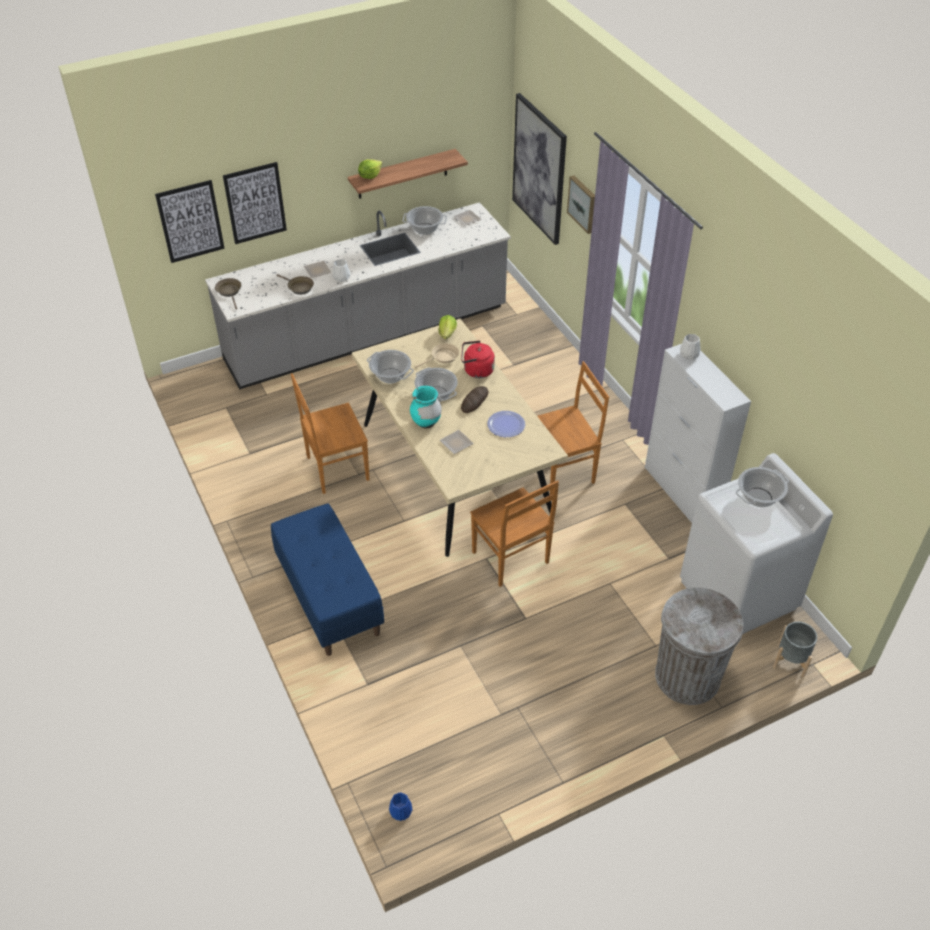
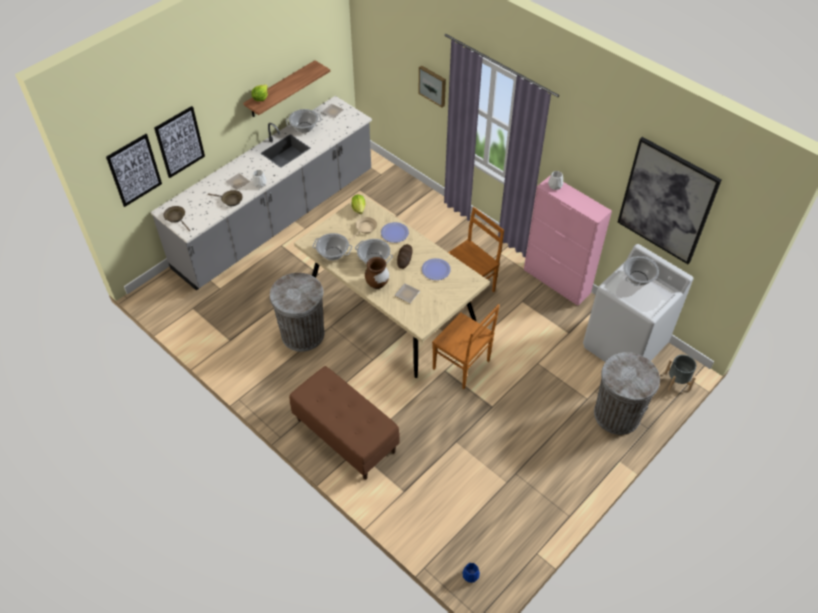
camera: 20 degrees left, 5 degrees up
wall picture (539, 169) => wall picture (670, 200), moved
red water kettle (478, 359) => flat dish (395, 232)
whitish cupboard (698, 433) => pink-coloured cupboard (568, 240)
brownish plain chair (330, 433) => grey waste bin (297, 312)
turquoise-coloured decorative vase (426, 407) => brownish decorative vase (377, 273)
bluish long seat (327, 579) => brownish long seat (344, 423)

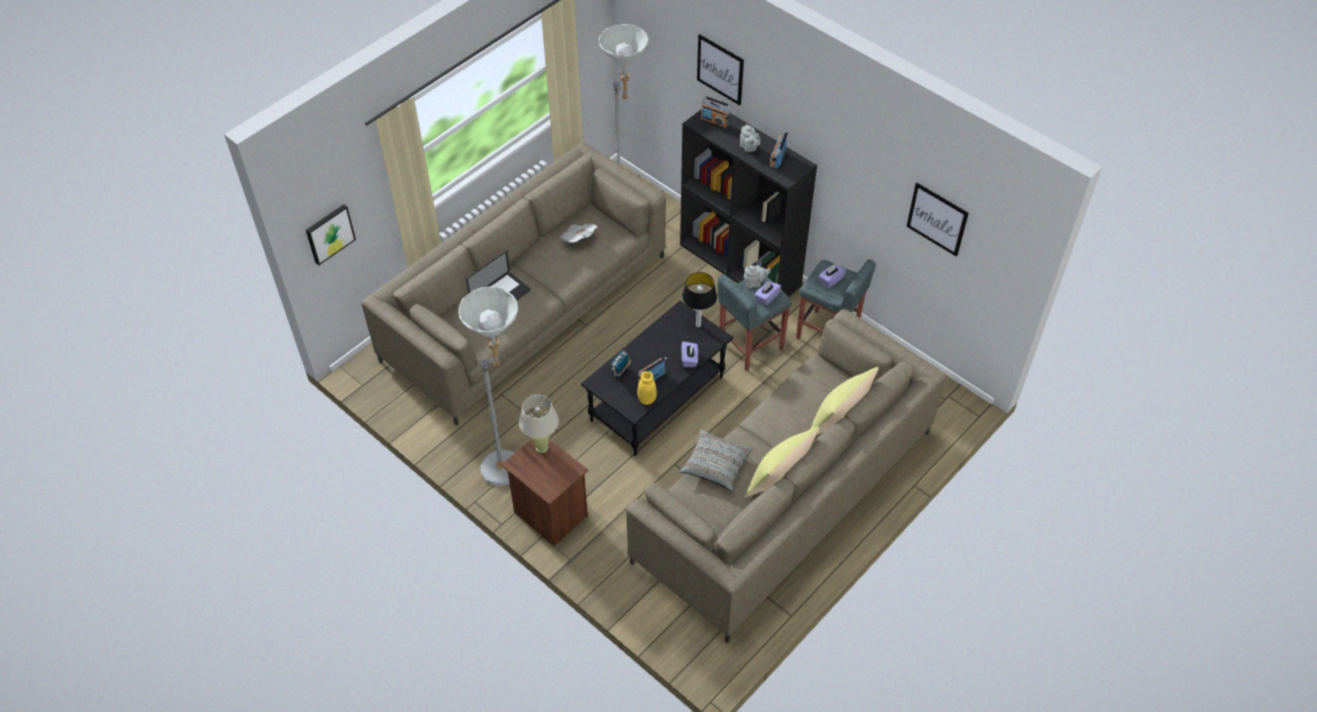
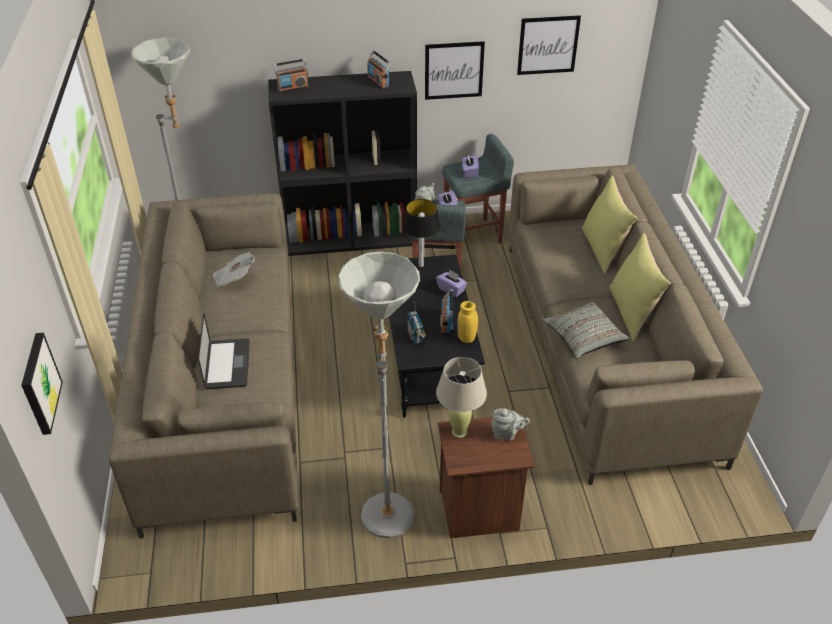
camera: 50 degrees left, 10 degrees down
wall picture (720, 69) => wall picture (455, 70), moved
grey teapot (750, 138) => grey teapot (510, 424), moved

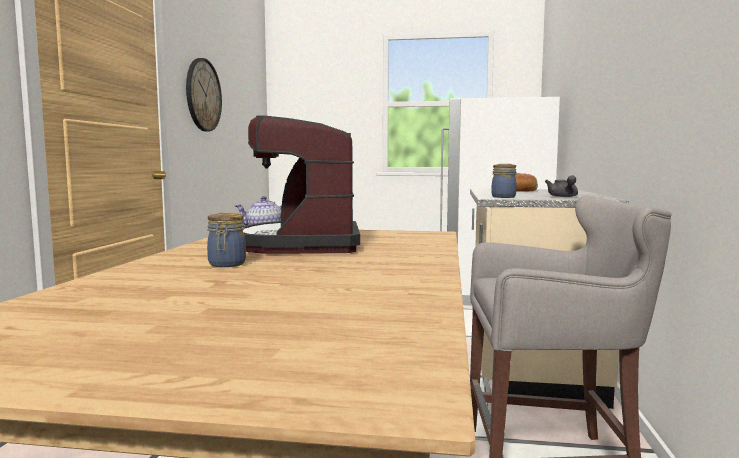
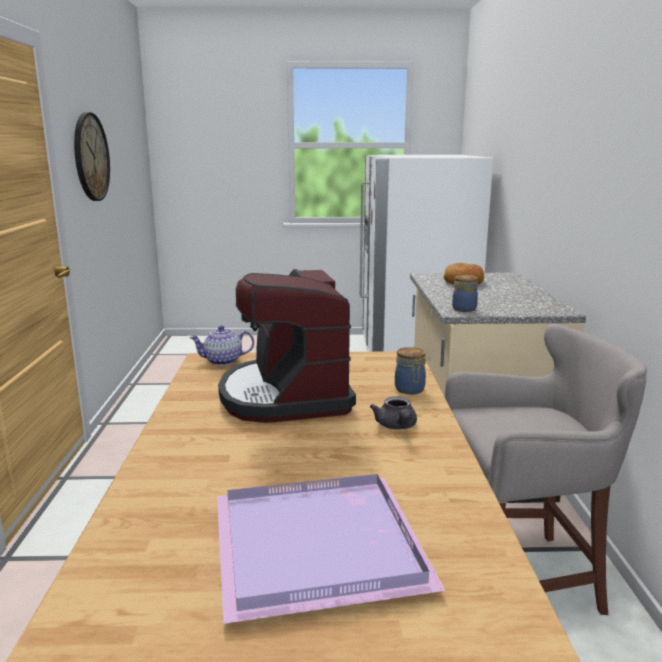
camera: 10 degrees left, 10 degrees up
grey teapot (561, 186) => grey teapot (393, 413), moved
jar (226, 240) => jar (410, 370), moved
nothing => purple serving tray (331, 549)

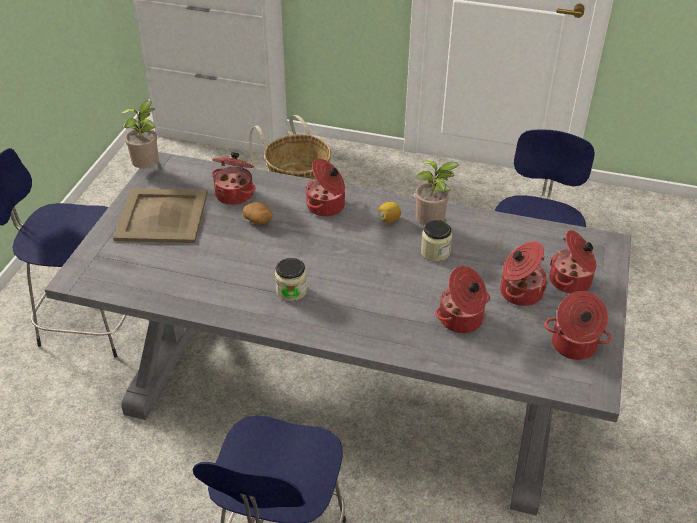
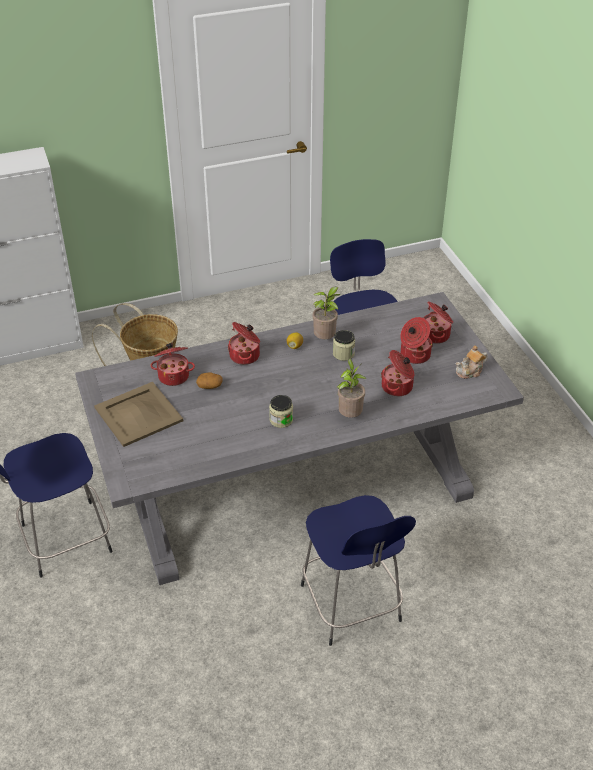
camera: 35 degrees left, 0 degrees up
plant in a pot (140, 135) => plant in a pot (351, 387), moved
stockpot (578, 325) => teapot (472, 362)

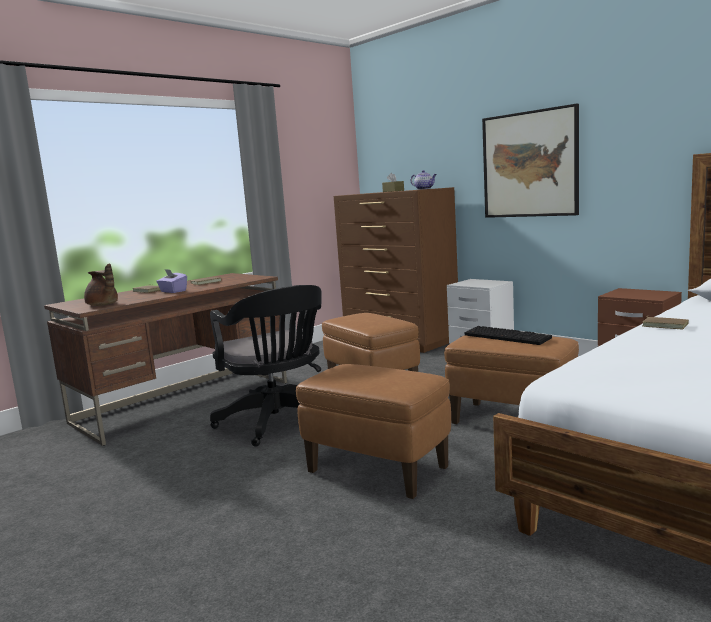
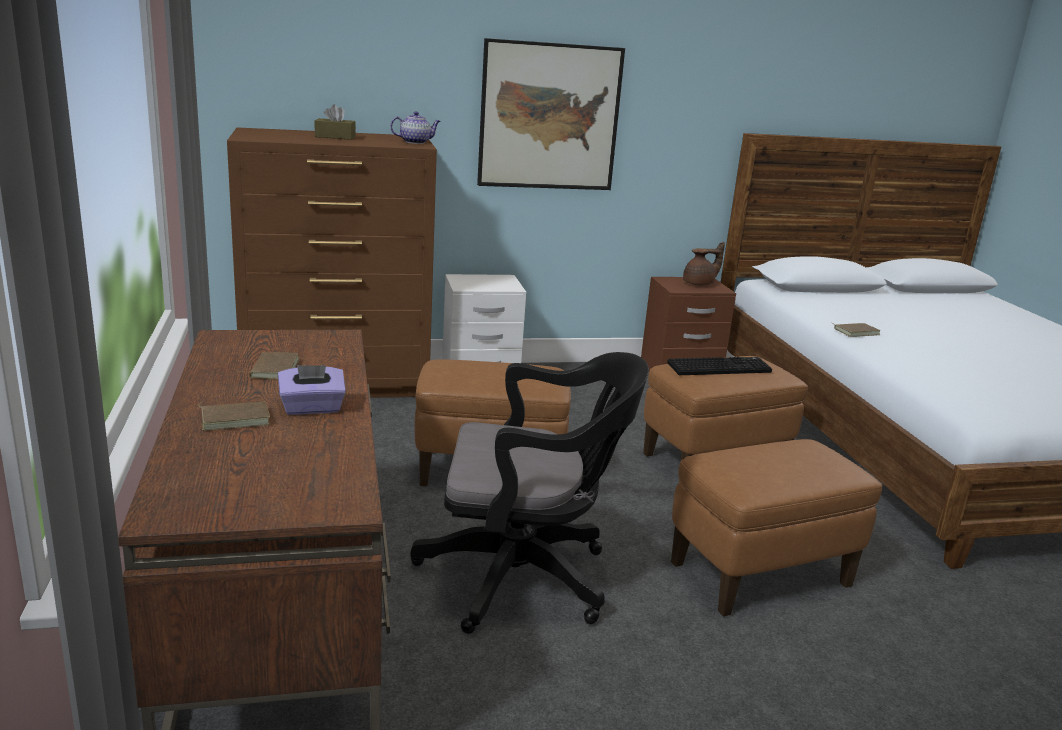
camera: 60 degrees left, 10 degrees up
brownish teapot (101, 284) => brownish teapot (704, 264), moved

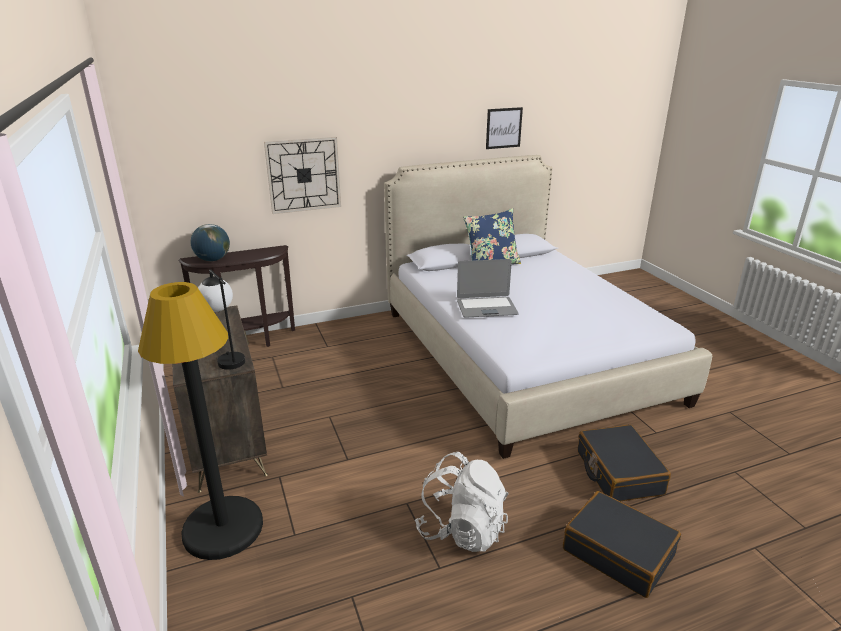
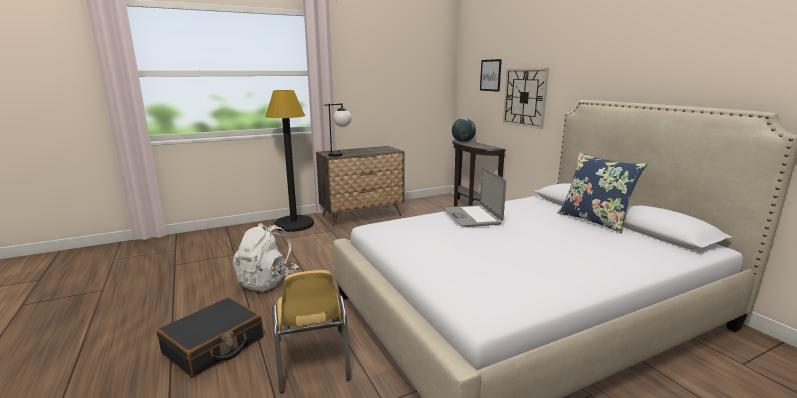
camera: 85 degrees right, 10 degrees down
wall picture (504, 128) => wall picture (491, 75), moved
blackish travel case (624, 463) => yellow-coloured plain chair (311, 331)

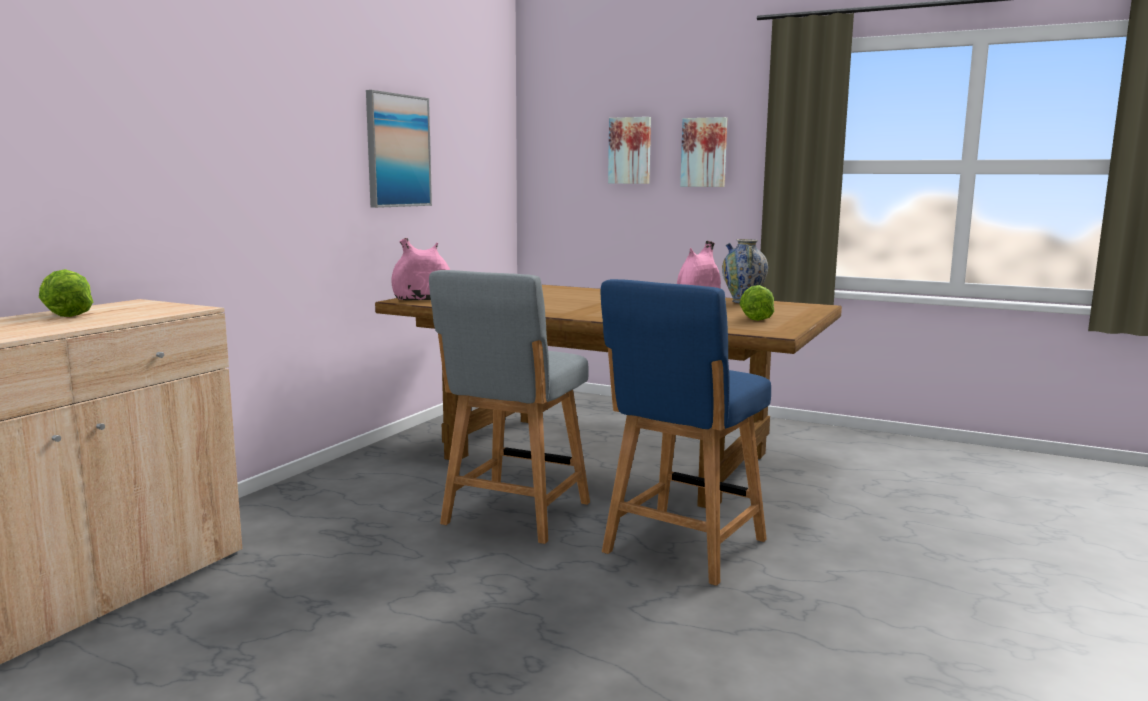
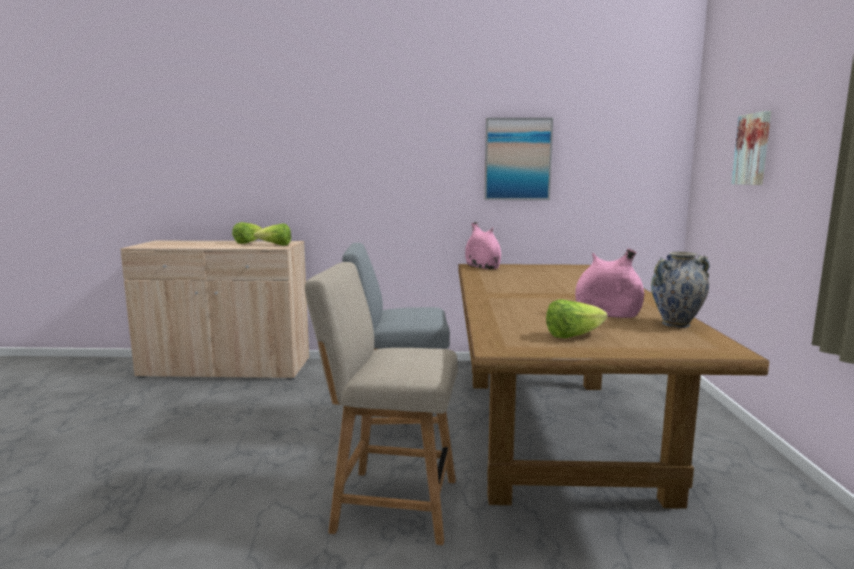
camera: 65 degrees right, 0 degrees up
wall picture (703, 152) => nothing
bluish plain chair (685, 432) => beige plain chair (381, 403)
nothing => head of lettuce (272, 234)

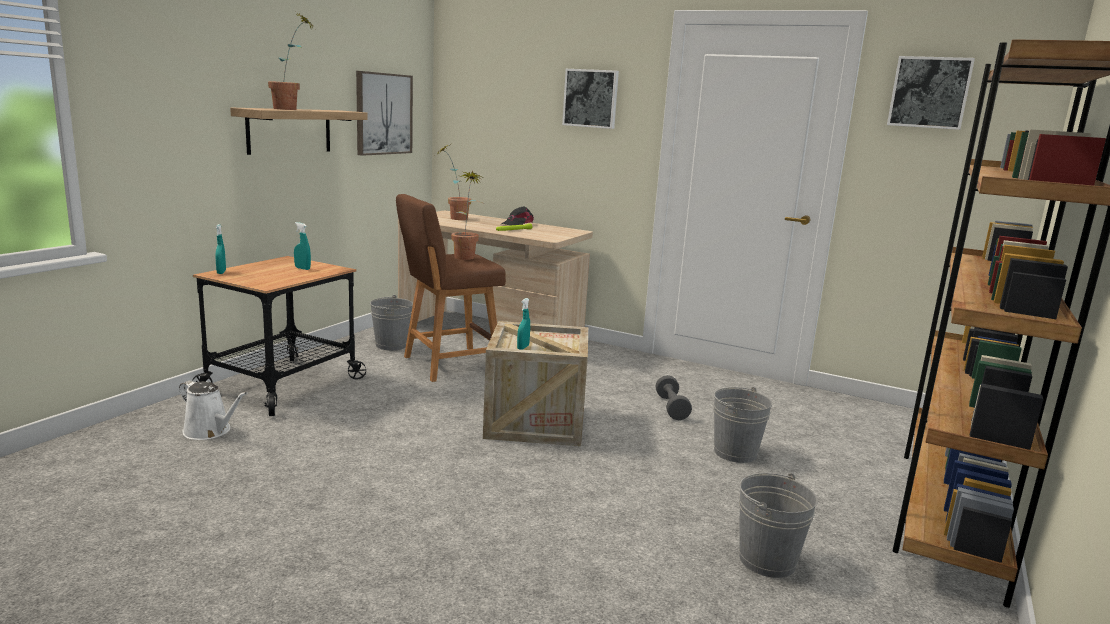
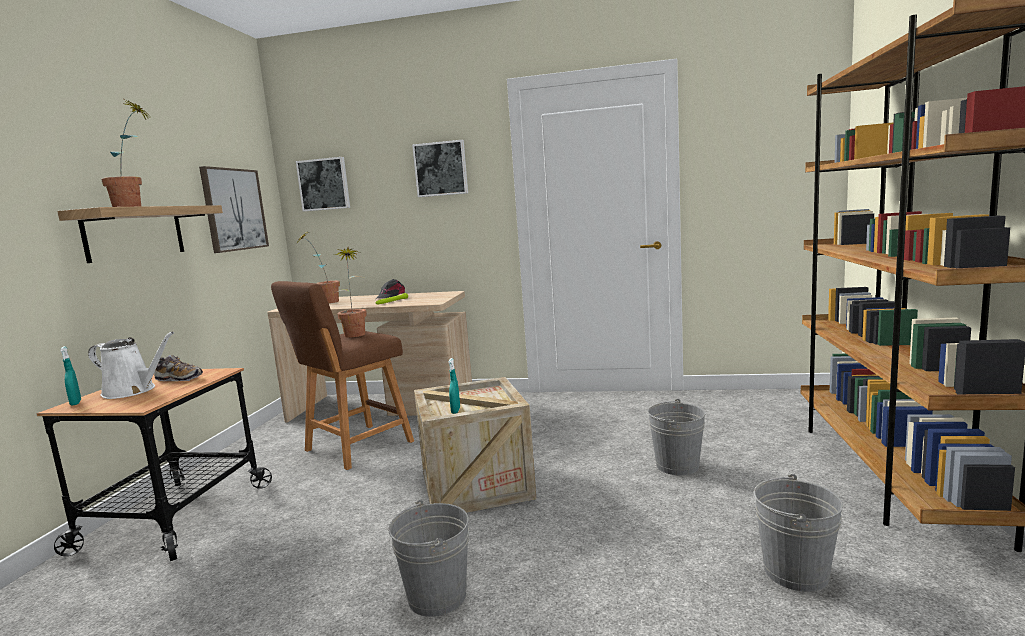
camera: 15 degrees left, 5 degrees down
wall picture (931, 93) => wall picture (323, 184), moved
turquoise-coloured sprayer (302, 246) => item of footwear (178, 368)
grey pail (391, 322) => grey pail (429, 558), moved
grey dumbbell (673, 397) => nothing
whitish sprinkling can (213, 410) => whitish sprinkling can (131, 365), moved

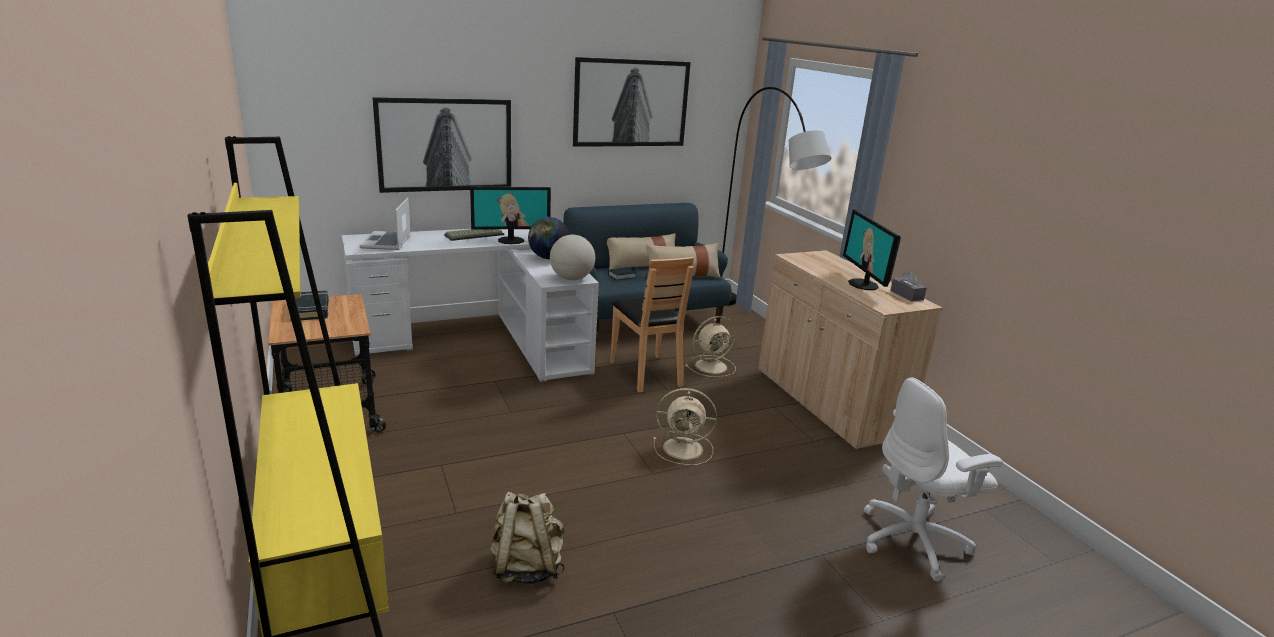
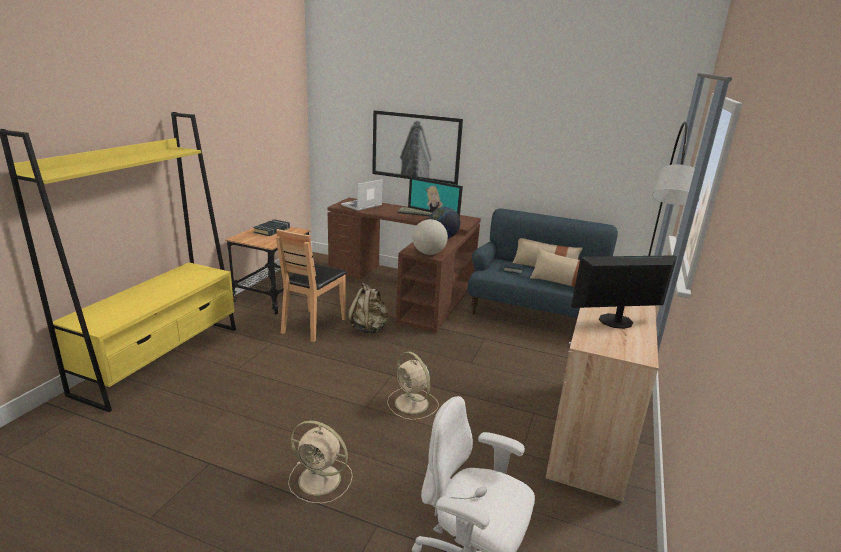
camera: 45 degrees right, 0 degrees up
wall picture (632, 102) => nothing
computer screen (872, 250) => computer screen (624, 292), 45 degrees clockwise
whitish desk (470, 306) => brownish desk (404, 266)
brownish plain chair (652, 325) => brownish plain chair (311, 285), moved
grey tissue holder (908, 286) => nothing
beige fan (710, 346) => beige fan (320, 462), moved
beige backpack (527, 538) => beige backpack (368, 308), moved

